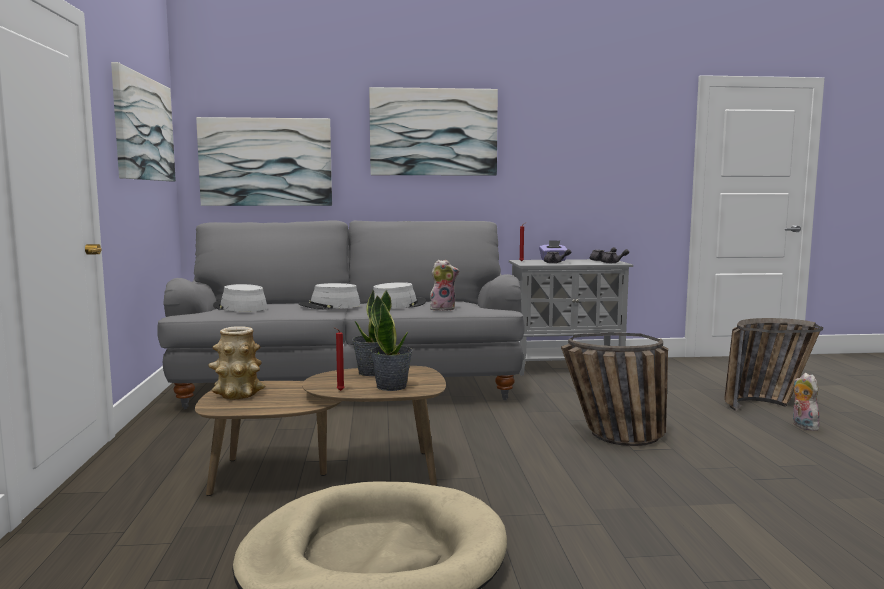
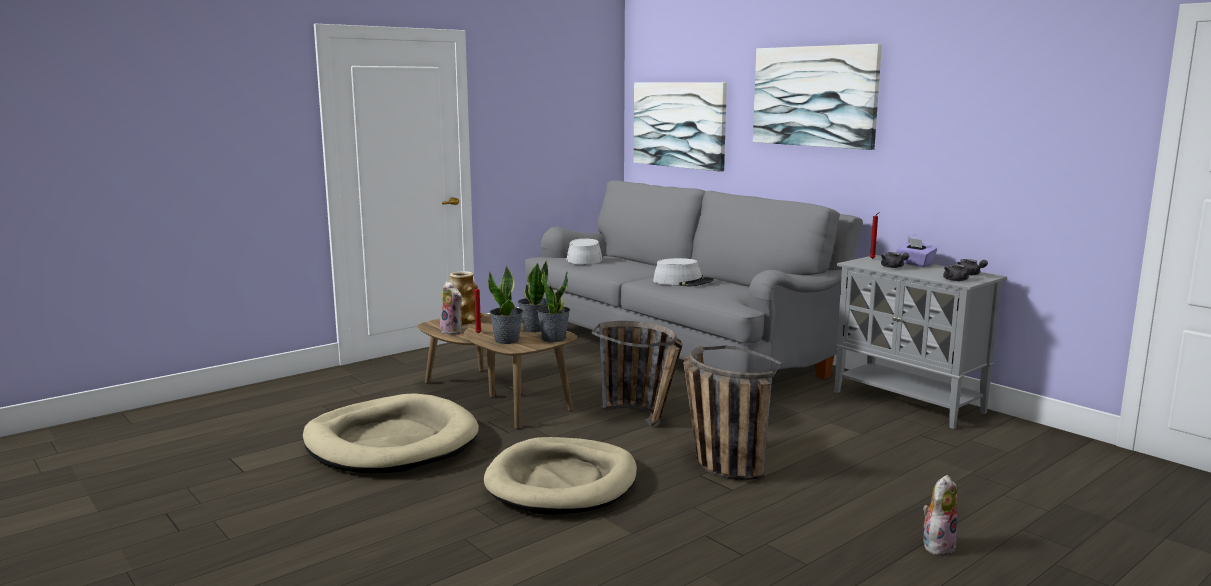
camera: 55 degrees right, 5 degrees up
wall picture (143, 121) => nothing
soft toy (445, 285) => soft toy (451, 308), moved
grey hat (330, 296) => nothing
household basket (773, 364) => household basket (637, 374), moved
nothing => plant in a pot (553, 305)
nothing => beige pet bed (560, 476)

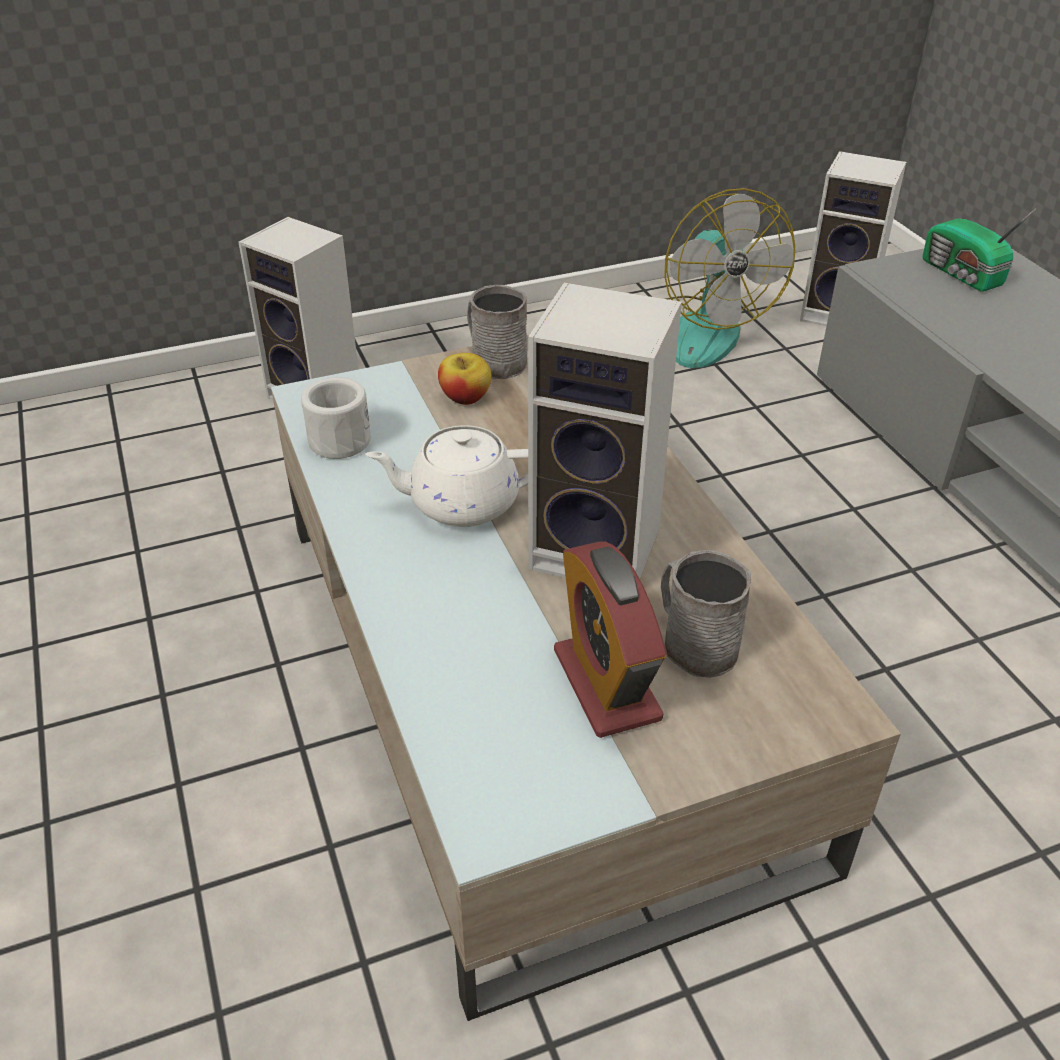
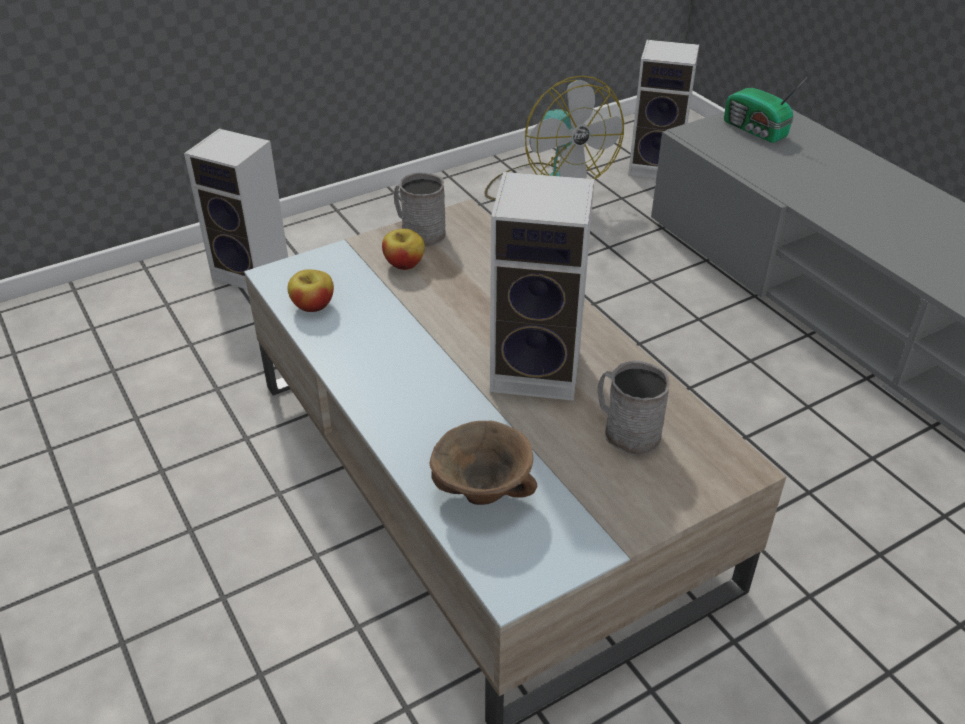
camera: 10 degrees left, 0 degrees up
whitish coffee mug (336, 418) => whole apple (311, 290)
whitish teapot (446, 476) => nothing
table clock (610, 639) => nothing
nothing => brownish deep dish (483, 463)

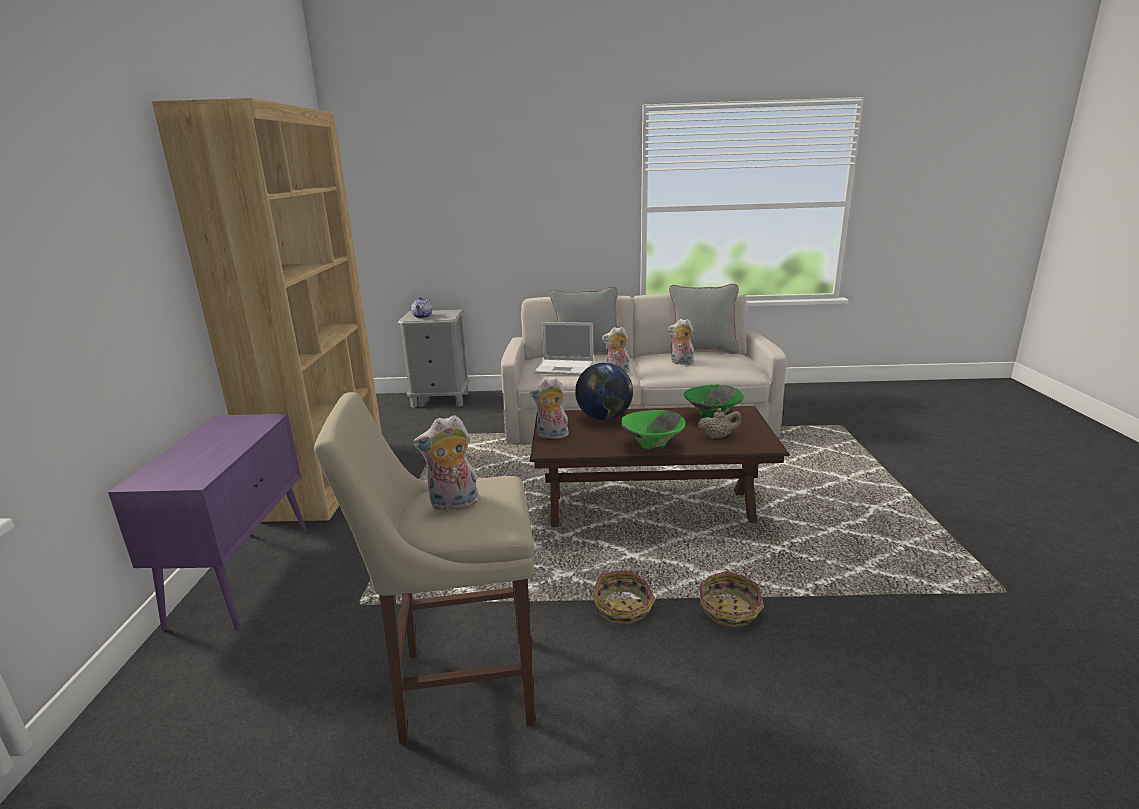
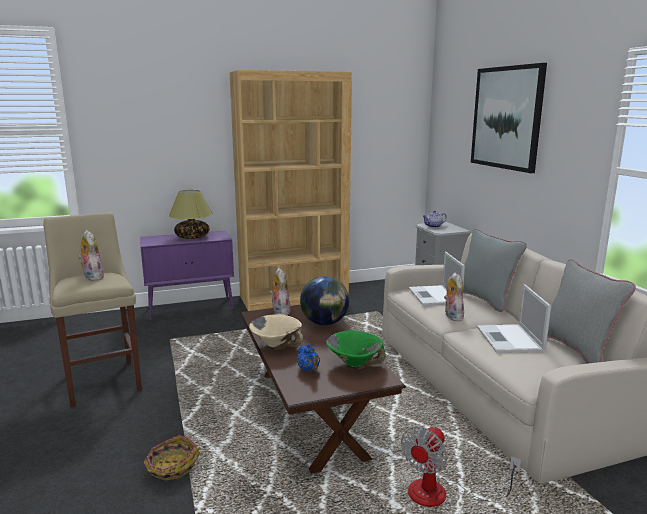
camera: 70 degrees right, 5 degrees down
soft toy (681, 342) => laptop (514, 318)
beige teapot (720, 423) => bluish teapot (308, 357)
green-coloured deep dish (653, 430) => beige deep dish (276, 332)
household basket (628, 597) => nothing
nothing => wall picture (509, 118)
nothing => table lamp (191, 214)
nothing => fan (461, 466)

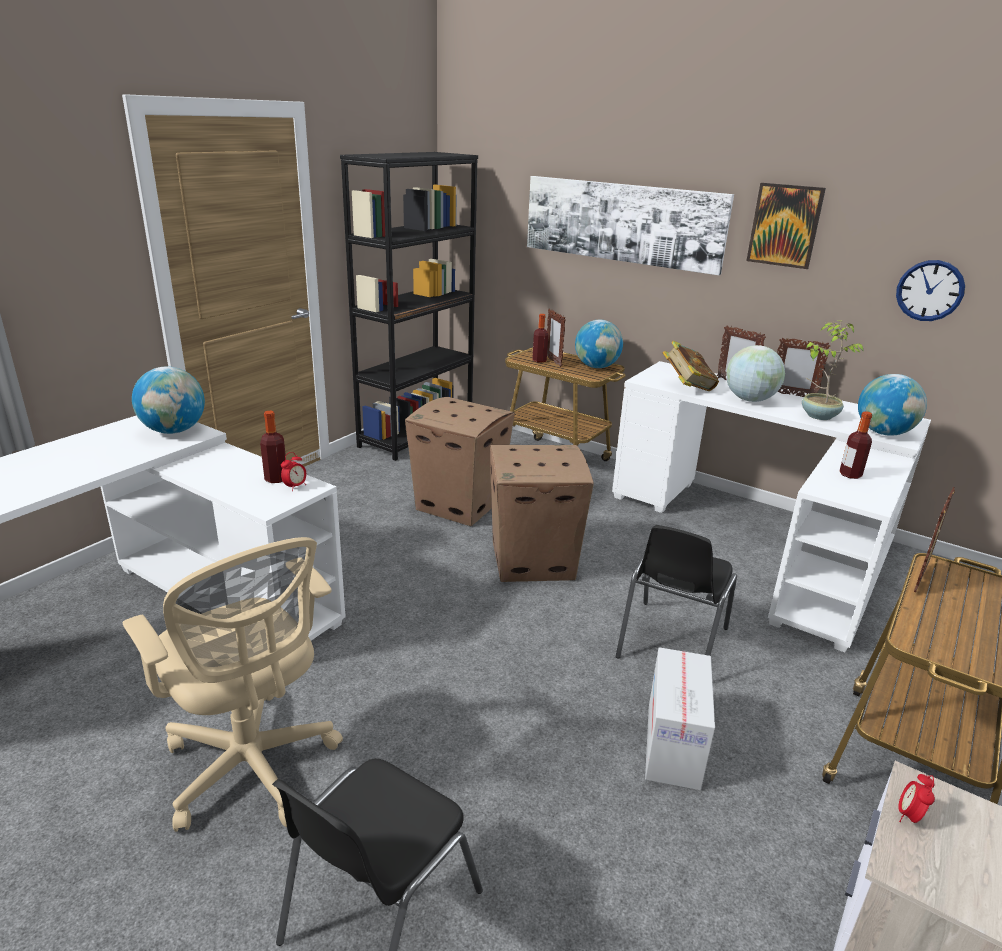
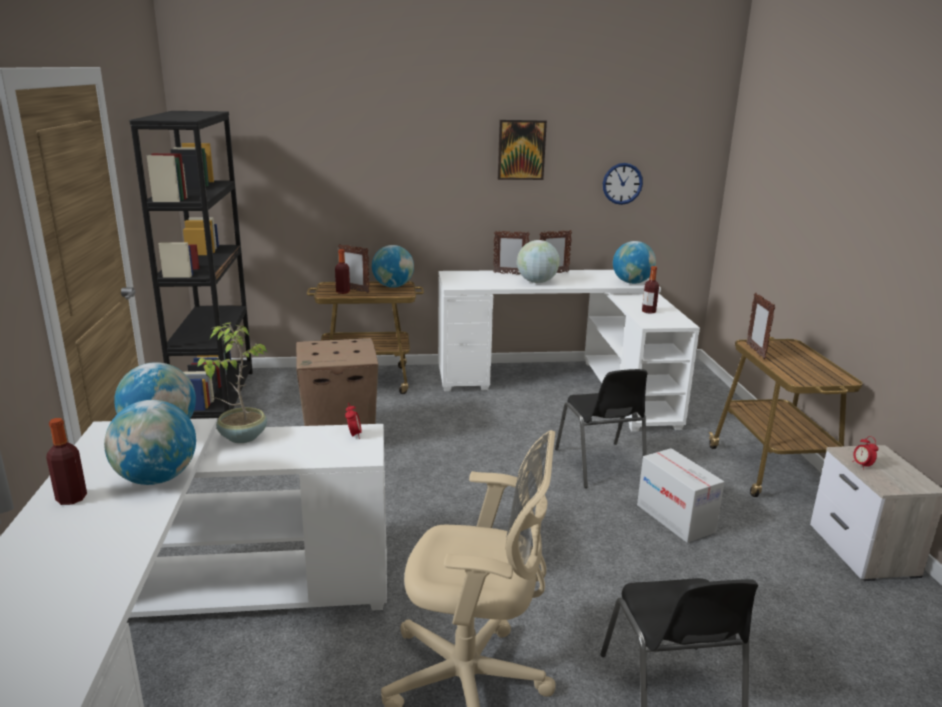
camera: 40 degrees left, 5 degrees down
wall picture (630, 225) => nothing
plant in a pot (832, 370) => plant in a pot (232, 382), moved
volume (690, 366) => nothing
drink bottle (273, 447) => drink bottle (66, 461), moved
packing box (542, 513) => nothing
nothing => desk globe (150, 442)

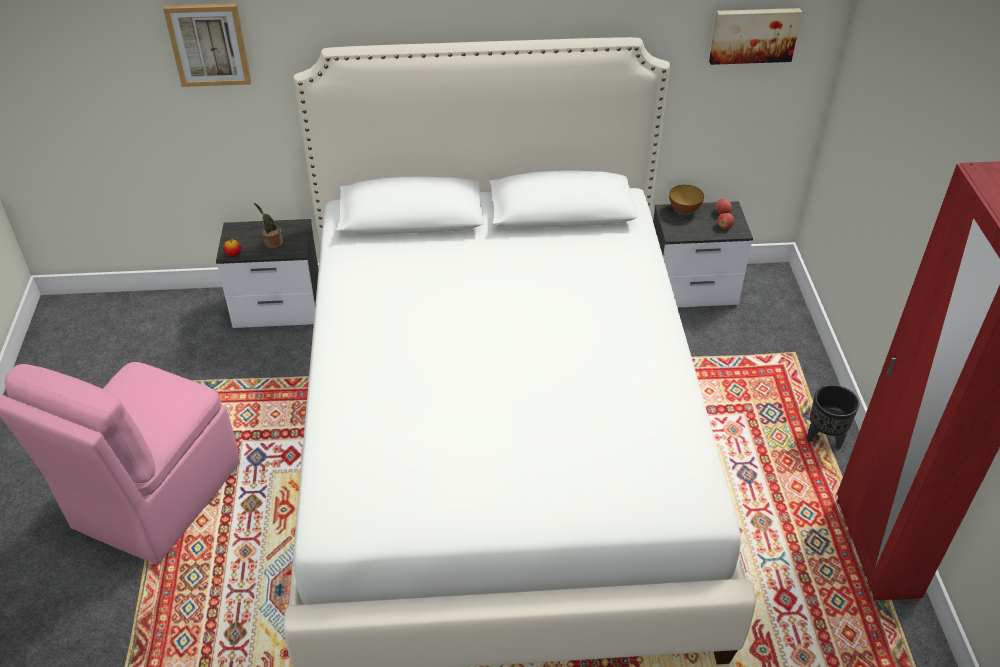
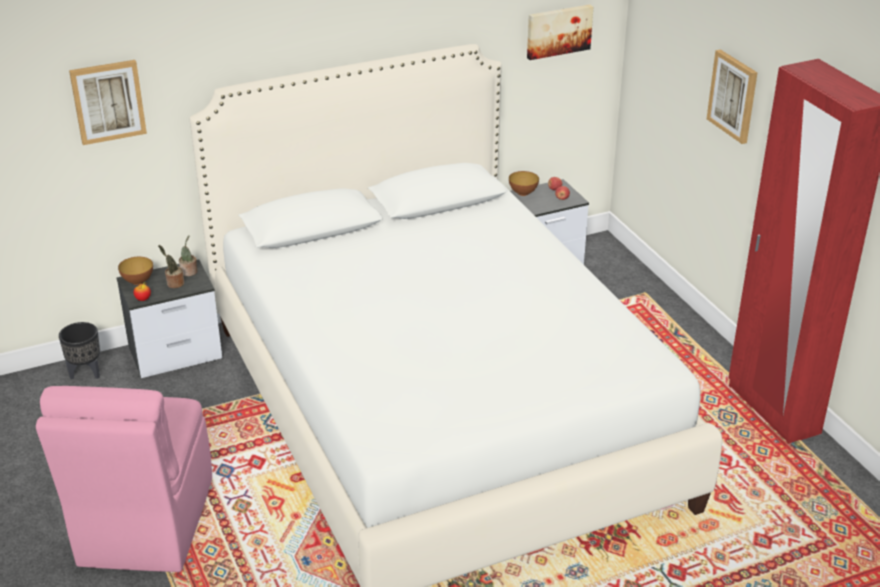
camera: 20 degrees left, 10 degrees down
blackish planter (833, 417) => blackish planter (79, 350), moved
nothing => wall picture (732, 97)
nothing => plant in a pot (188, 255)
nothing => deep dish (135, 271)

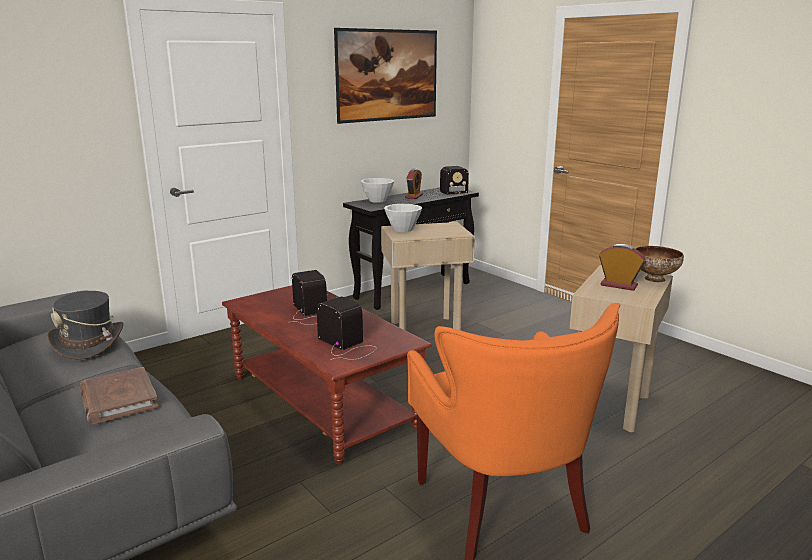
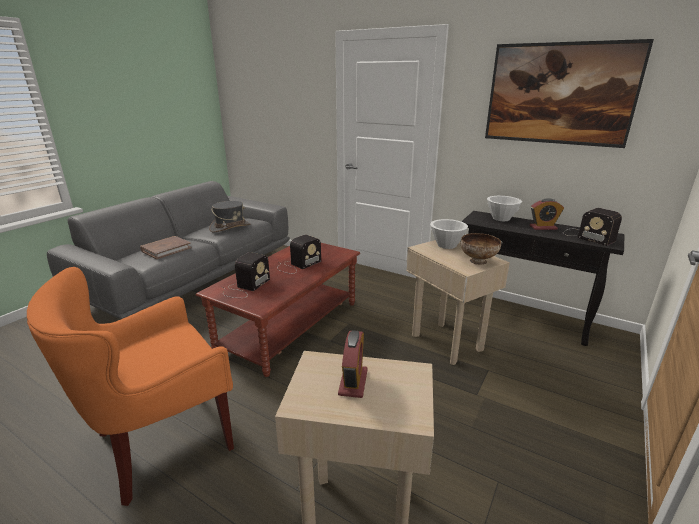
camera: 70 degrees right, 5 degrees up
deep dish (660, 264) => deep dish (481, 249), moved

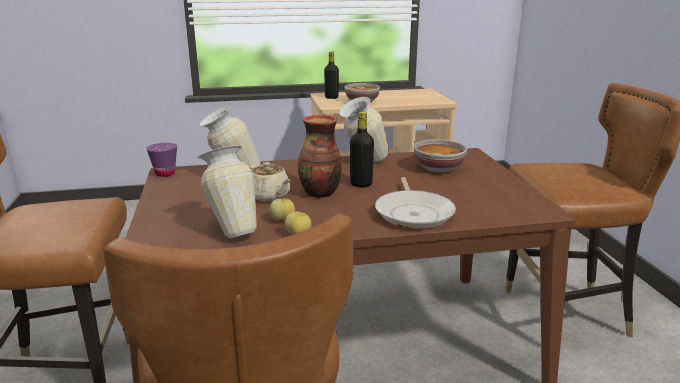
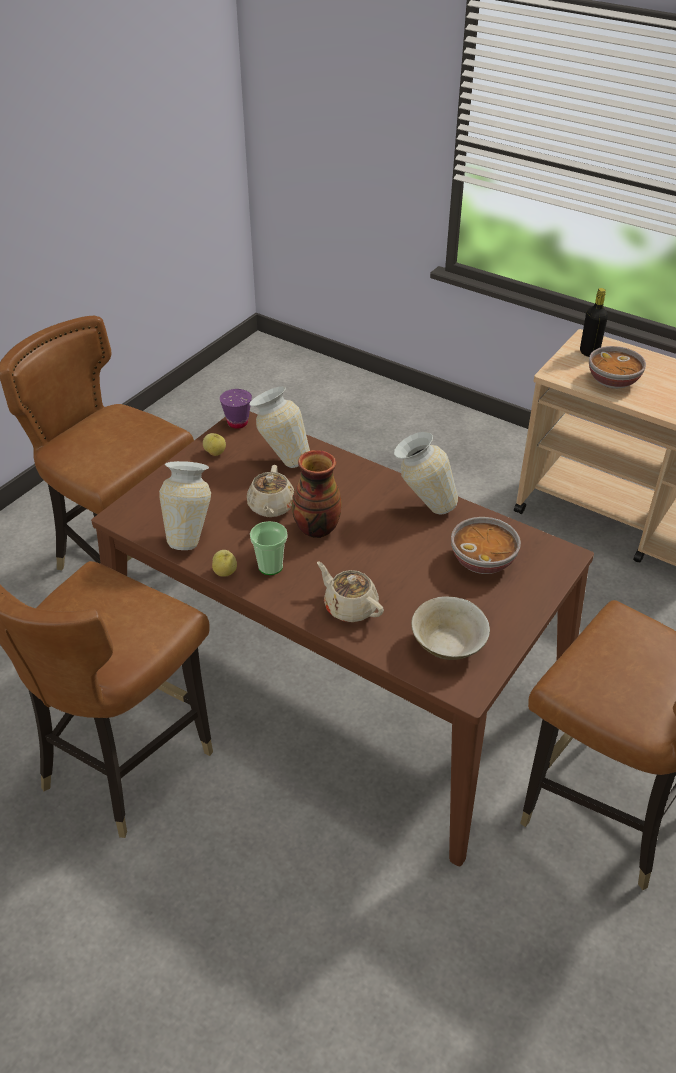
camera: 45 degrees right, 20 degrees up
blackish drink bottle (362, 150) => nothing
frying pan (415, 203) => beige teapot (350, 592)
whole apple (282, 209) => whole apple (214, 444), moved
nothing => small cup (268, 548)
nothing => beige deep dish (450, 628)

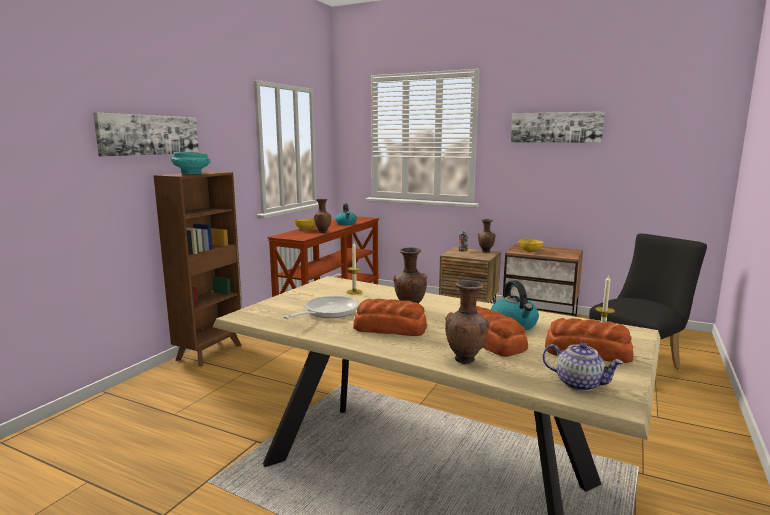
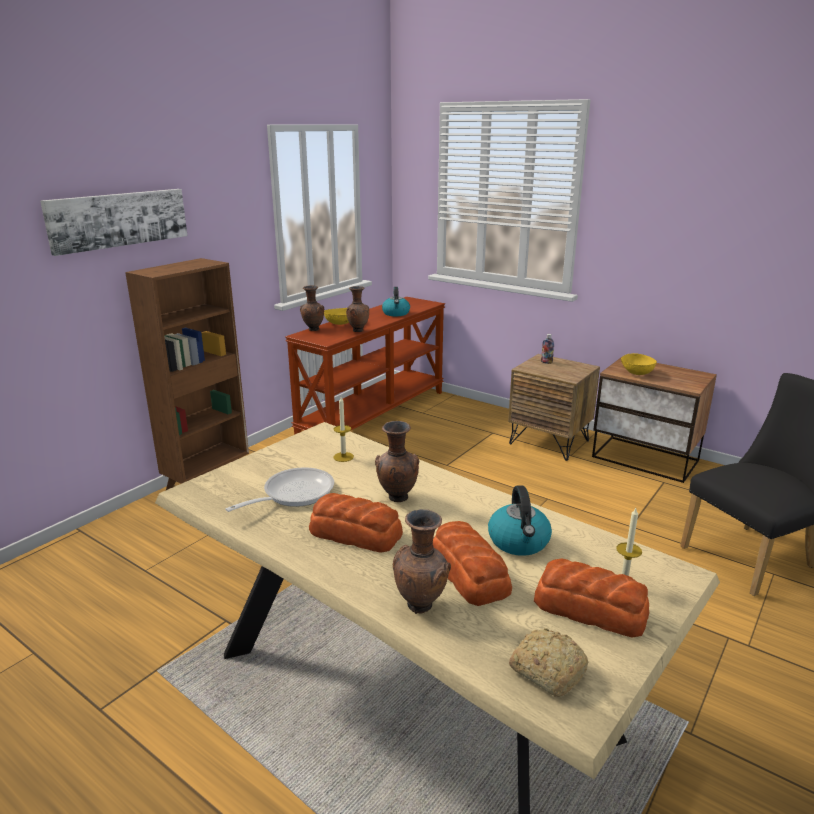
camera: 10 degrees right, 10 degrees up
wall picture (558, 127) => nothing
turquoise-coloured deep dish (190, 163) => nothing
brownish decorative vase (487, 235) => brownish decorative vase (312, 308), moved
teapot (583, 366) => bread (548, 662)

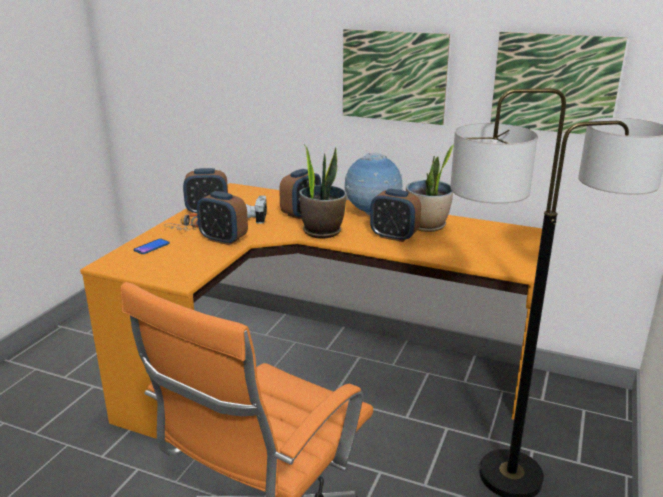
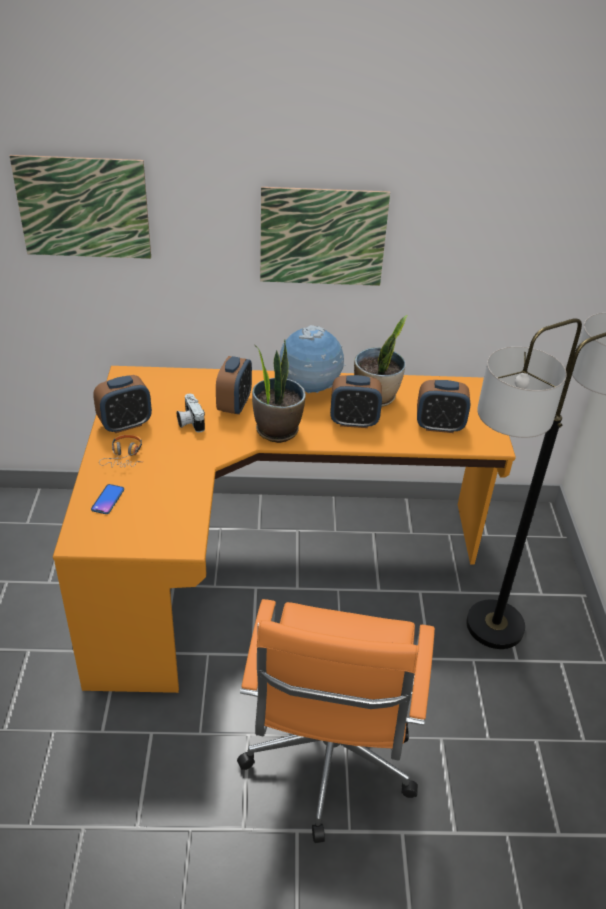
camera: 25 degrees left, 15 degrees up
wall picture (558, 83) => wall picture (80, 207), moved
table clock (222, 218) => table clock (443, 406), moved

